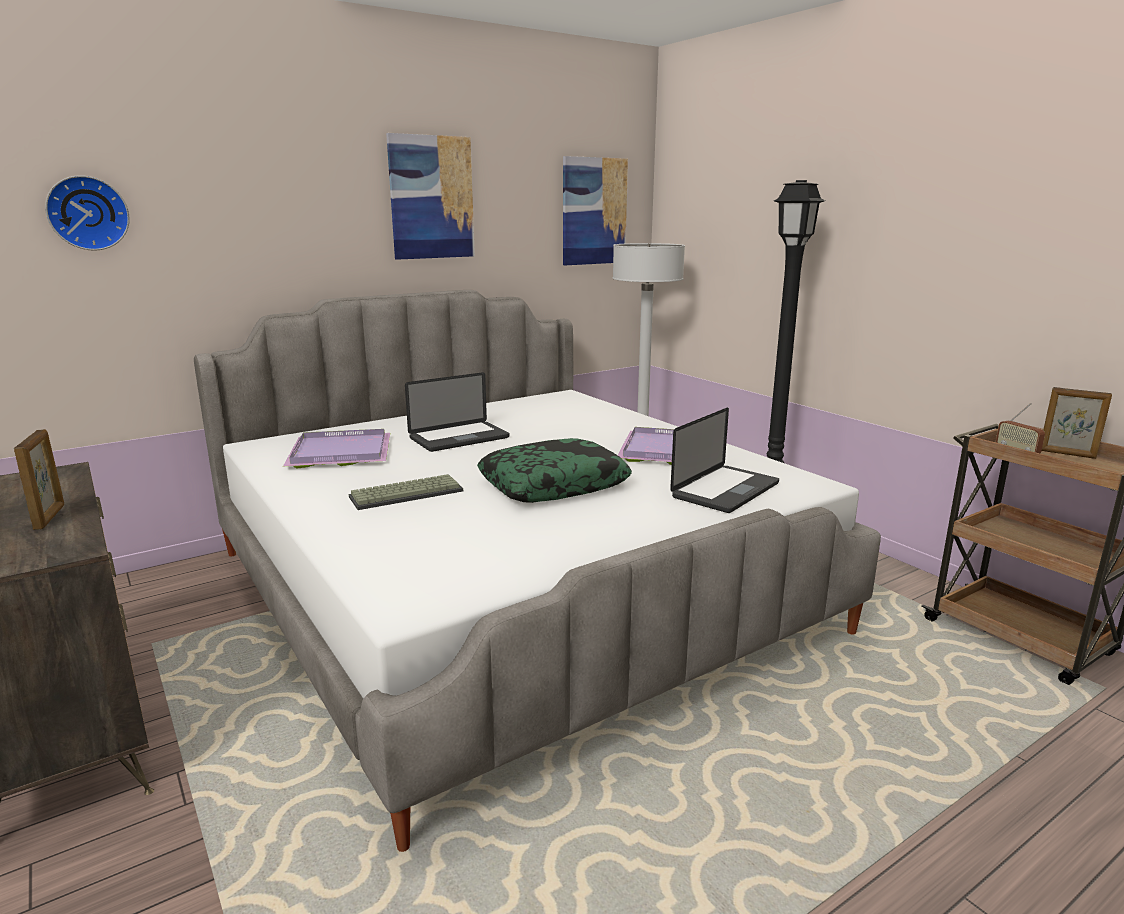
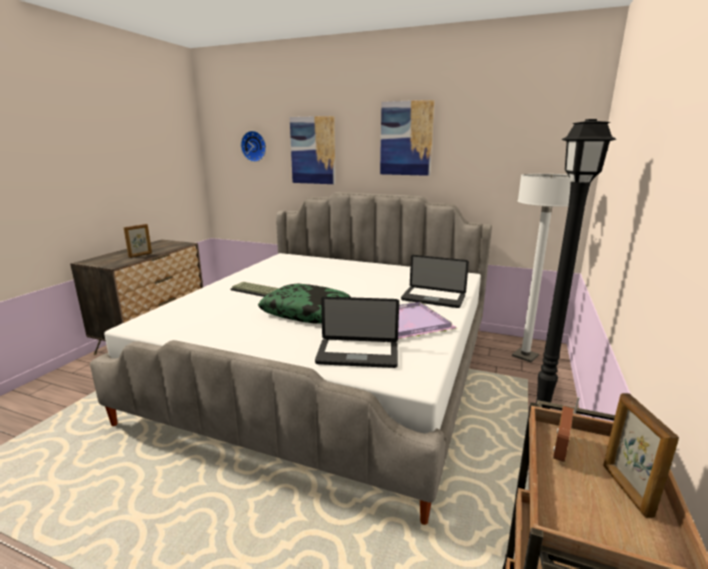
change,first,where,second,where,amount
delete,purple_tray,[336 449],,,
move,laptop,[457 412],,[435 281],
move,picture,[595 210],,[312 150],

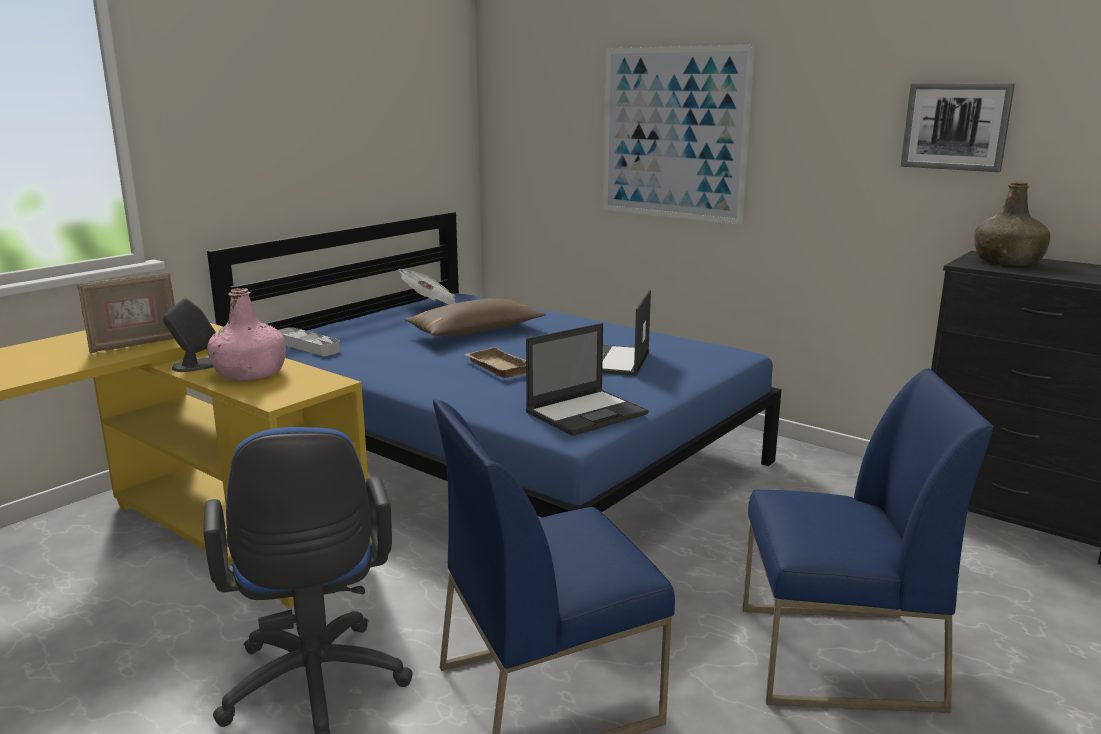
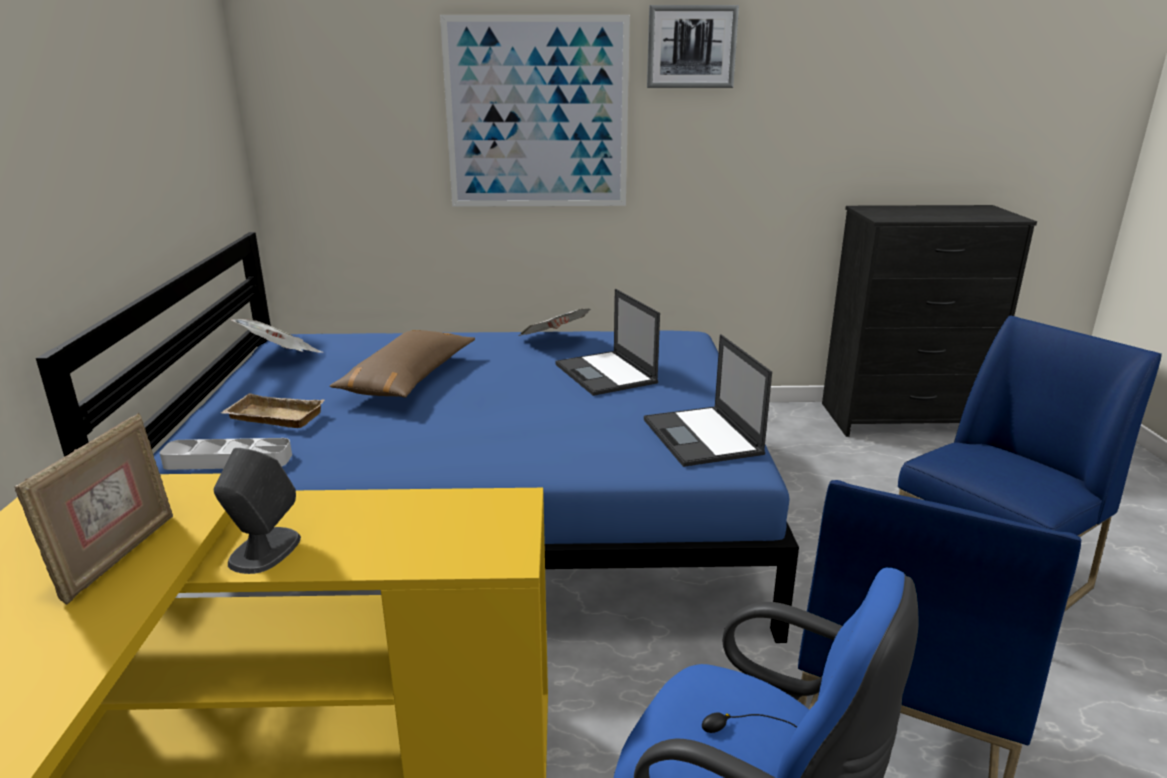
change,first,where,second,where,amount
delete,pink_bottle,[246 334],,,
move,beige_tray,[495 362],,[272 410],
rotate,laptop,[587 379],,[708 400],150 degrees clockwise
move,picture,[958 127],,[693 46],
delete,green_bottle,[1012 224],,,
insert,,,newspaper,[554 322],

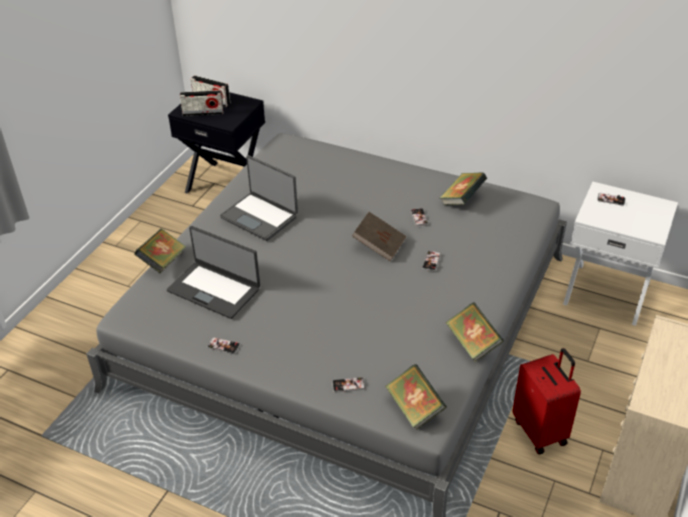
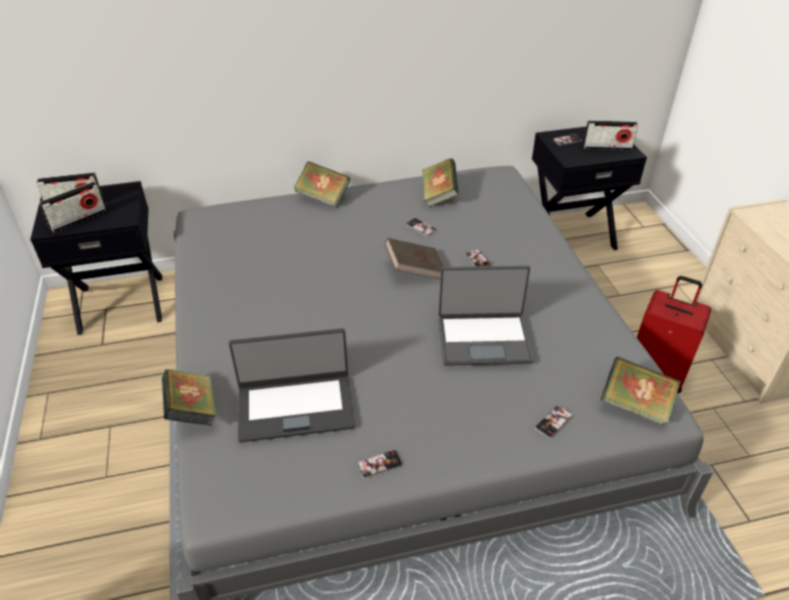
change,first,where,second,where,amount
move,laptop,[259 198],,[486 315],
move,book,[475 332],,[322 184],
recolor,white_nightstand,[620 254],black_nightstand,[589 188],
insert,,,radio,[610 135],

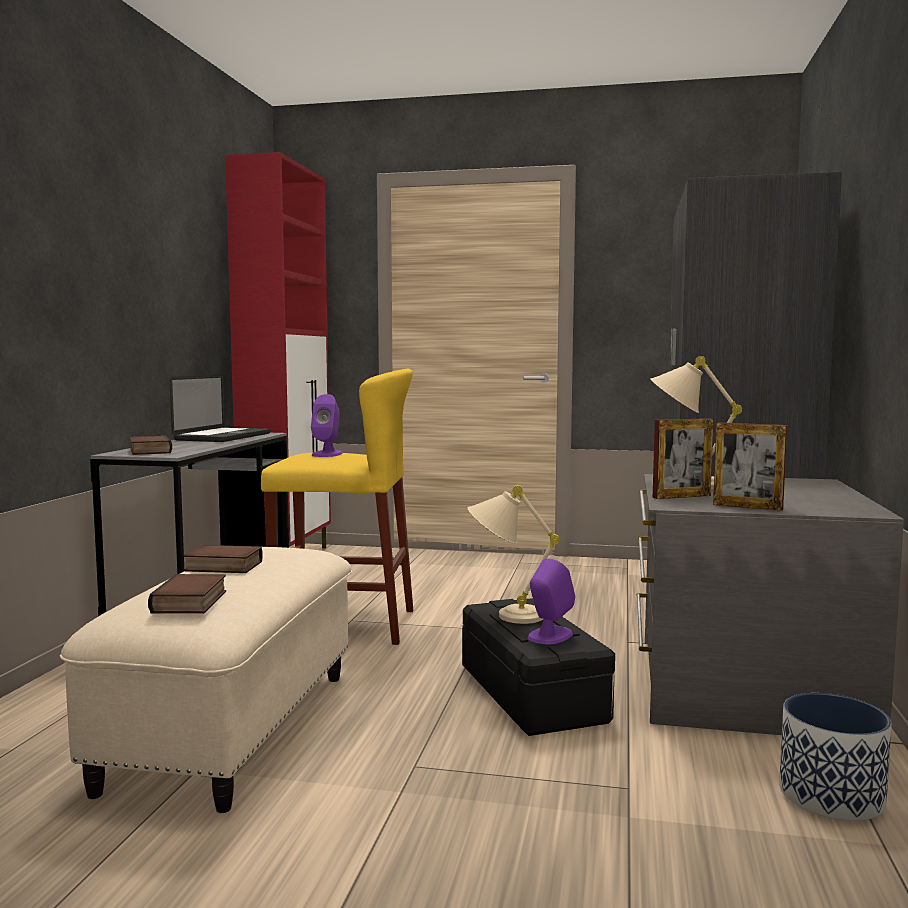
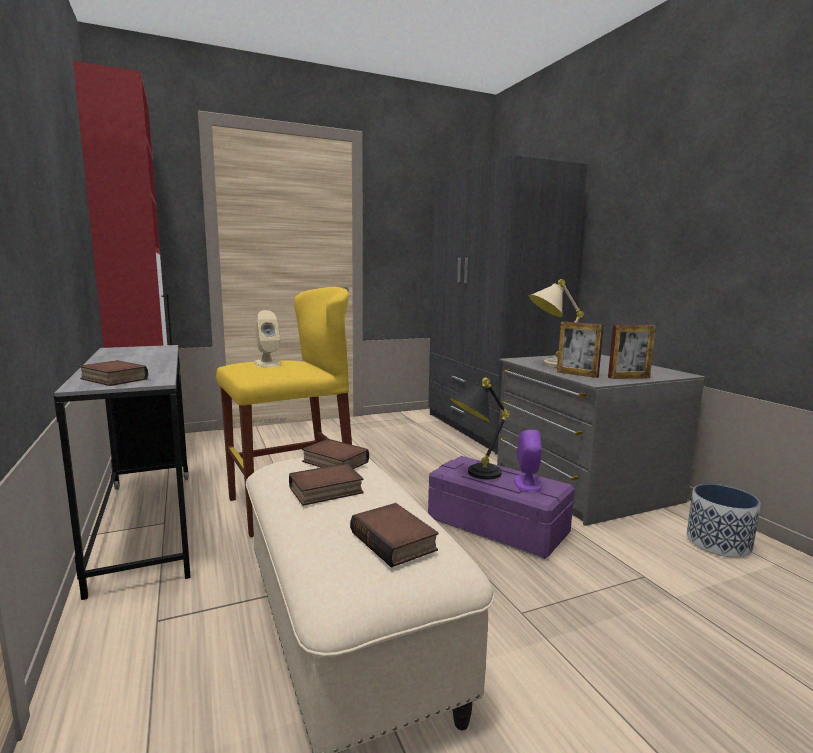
change,first,where,second,where,amount
delete,laptop,[220 408],,,
recolor,purple_speaker,[327 425],beige_speaker,[267 338],
recolor,black_storage_box,[538 667],purple_storage_box,[501 507],
recolor,beige_table_lamp,[514 554],black_table_lamp,[480 428],
rotate,picture_frame,[683 458],,[580 350],90 degrees clockwise
insert,,,book,[335 454],

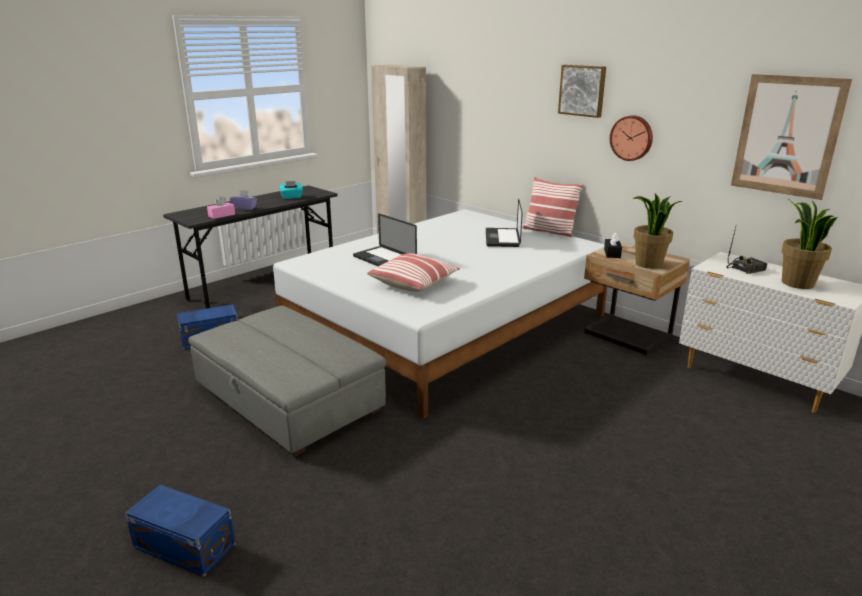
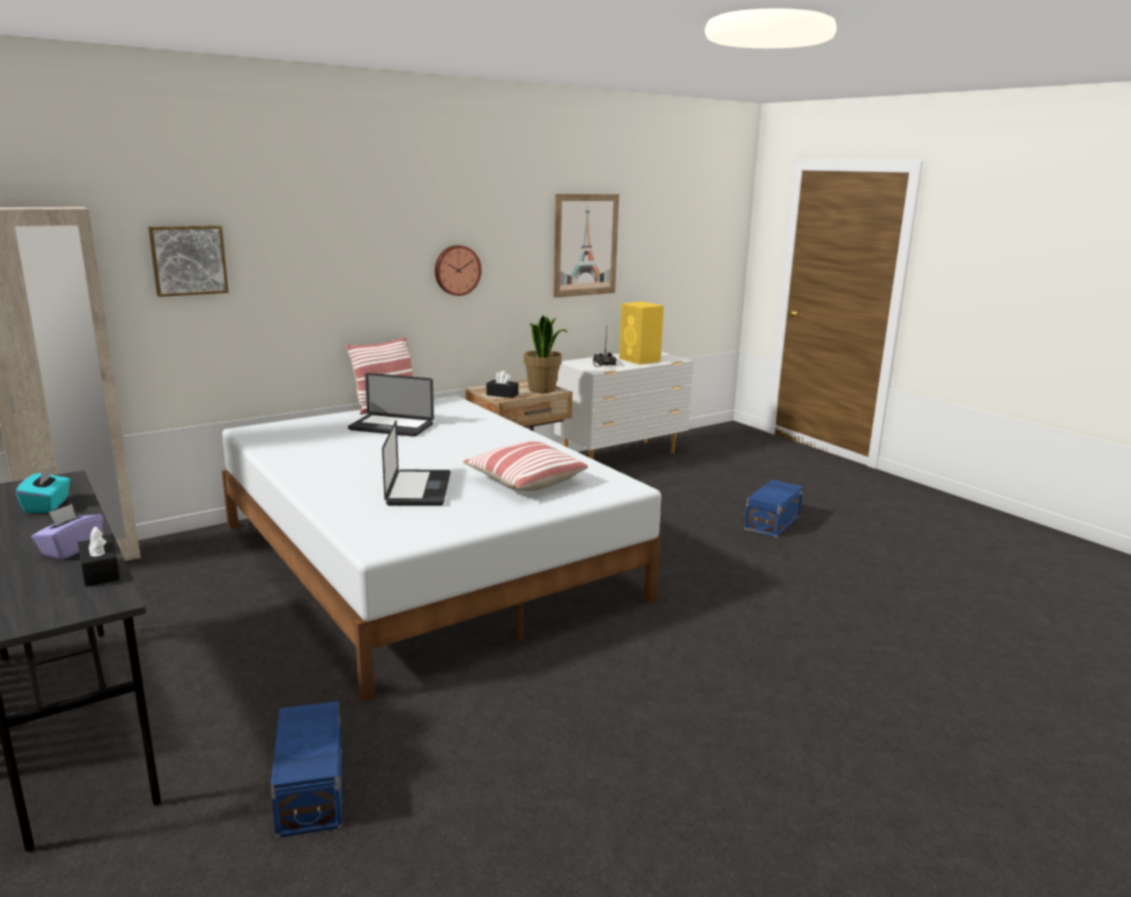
change,first,where,second,where,amount
move,blue_storage_box,[180 531],,[773 509],
delete,grey_ottoman,[287 381],,,
recolor,pink_tissue_box,[221 207],black_tissue_box,[99 556],
rotate,laptop,[385 240],,[416 463],60 degrees counterclockwise
move,picture,[582 91],,[188 261],
replace,potted_plant,[809 244],yellow_speaker,[641 333],

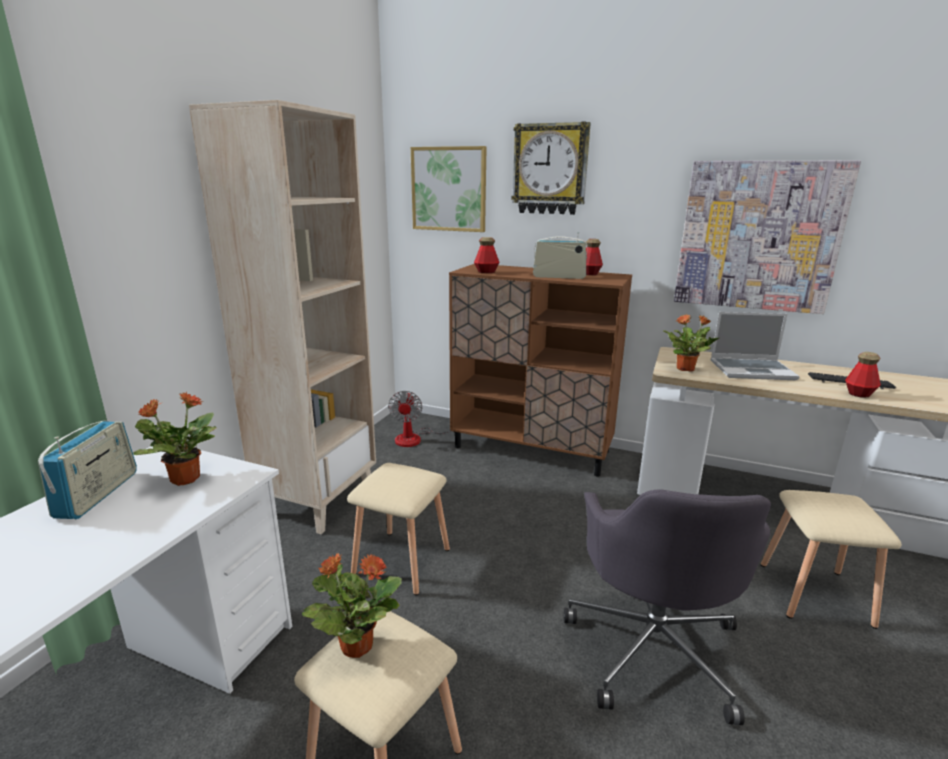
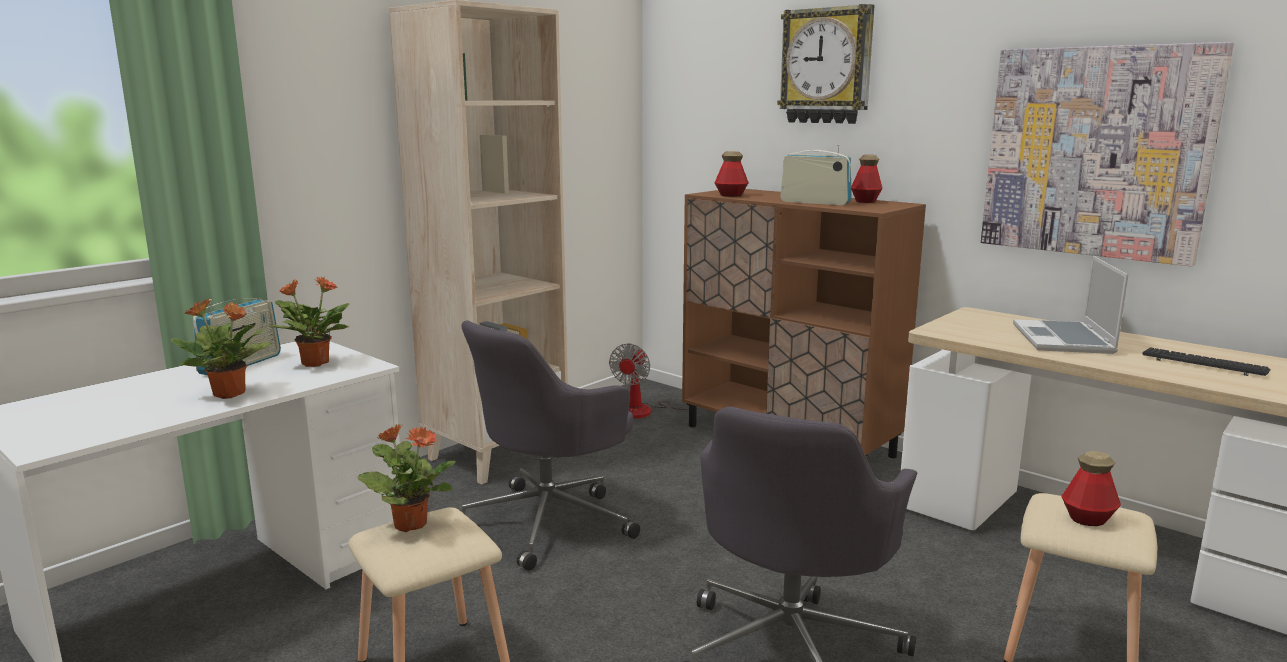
change,first,where,second,where,amount
replace,beige_stool,[398 529],grey_office_chair,[550 445],
delete,picture,[449 189],,,
move,potted_plant,[691 343],,[220 349],
rotate,laptop,[755 346],,[1071 305],75 degrees clockwise
move,bottle,[863 375],,[1091 488],

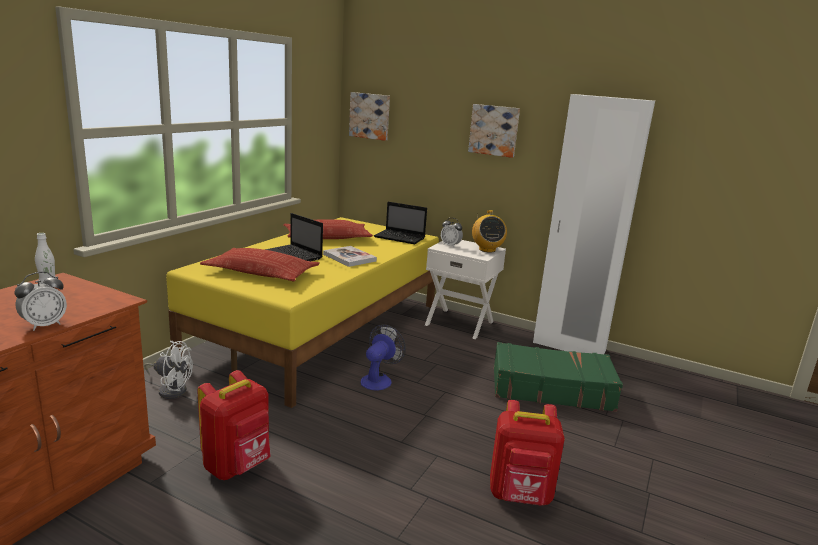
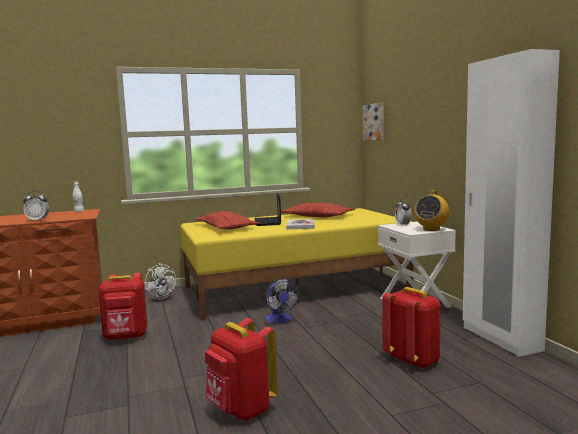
change,first,where,second,where,amount
rotate,fan,[383 358],,[282 300],90 degrees clockwise
delete,laptop,[400 223],,,
delete,picture,[494 131],,,
replace,green_suitcase,[558 377],red_backpack,[411 328],

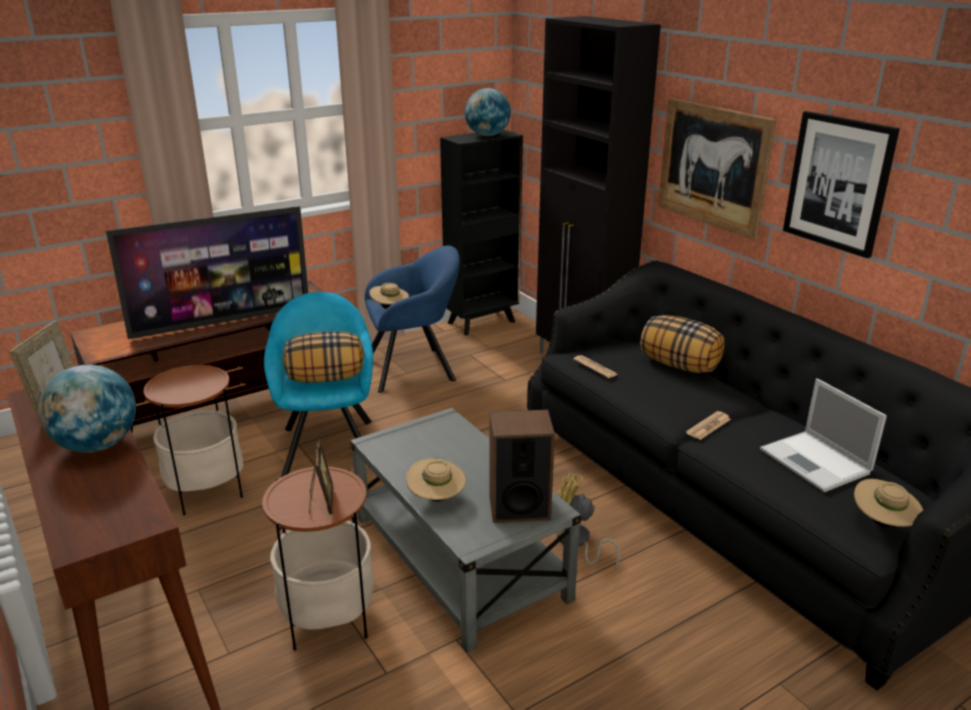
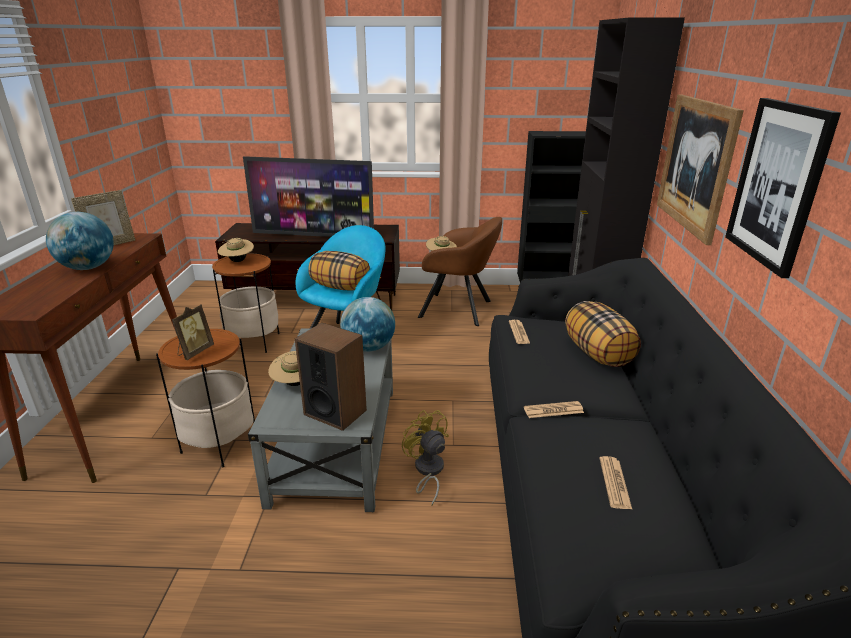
change,first,where,second,where,amount
recolor,blue_armchair,[412 319],brown_armchair,[460 271],
move,globe,[488 112],,[367 324],
replace,laptop,[823 435],newspaper,[616 483],
move,beige_hat,[888 503],,[236 250],

